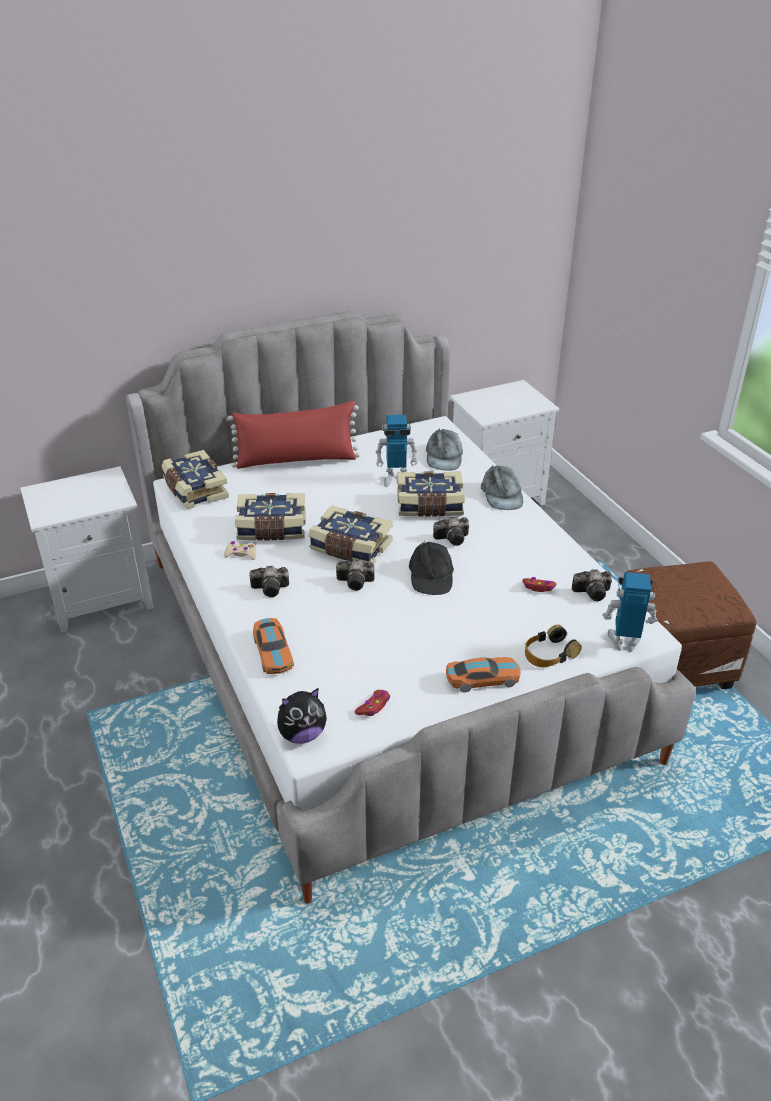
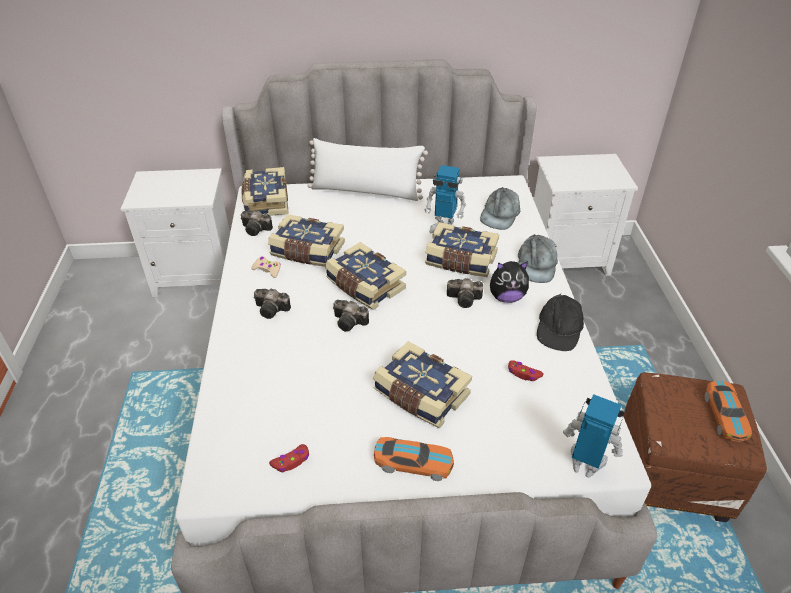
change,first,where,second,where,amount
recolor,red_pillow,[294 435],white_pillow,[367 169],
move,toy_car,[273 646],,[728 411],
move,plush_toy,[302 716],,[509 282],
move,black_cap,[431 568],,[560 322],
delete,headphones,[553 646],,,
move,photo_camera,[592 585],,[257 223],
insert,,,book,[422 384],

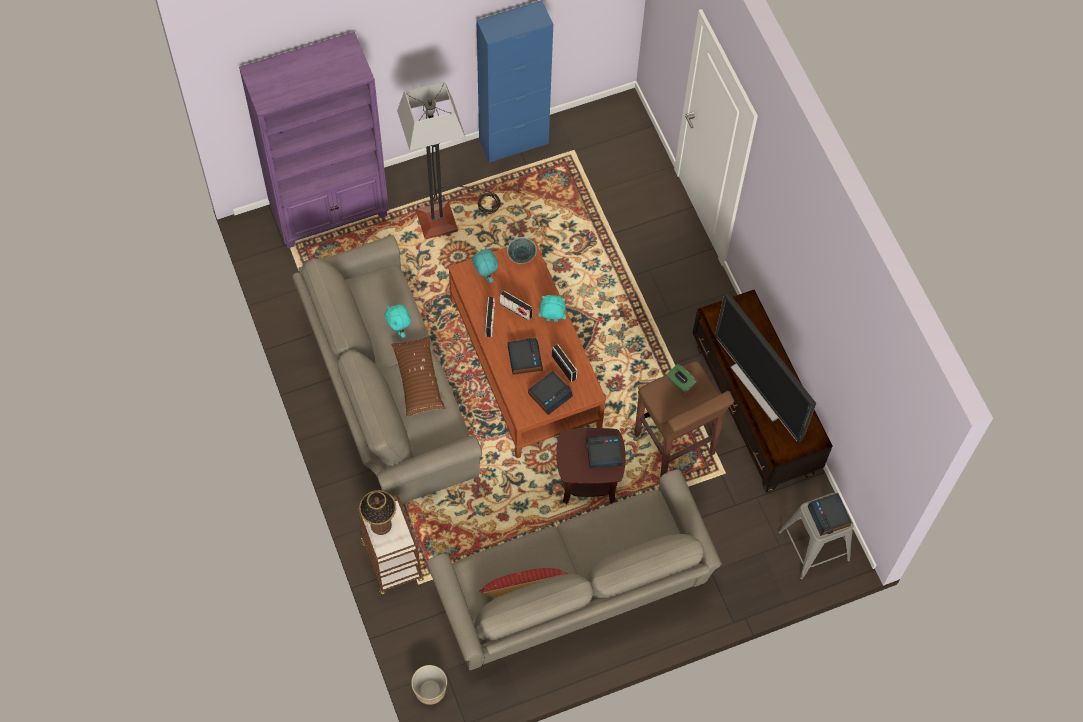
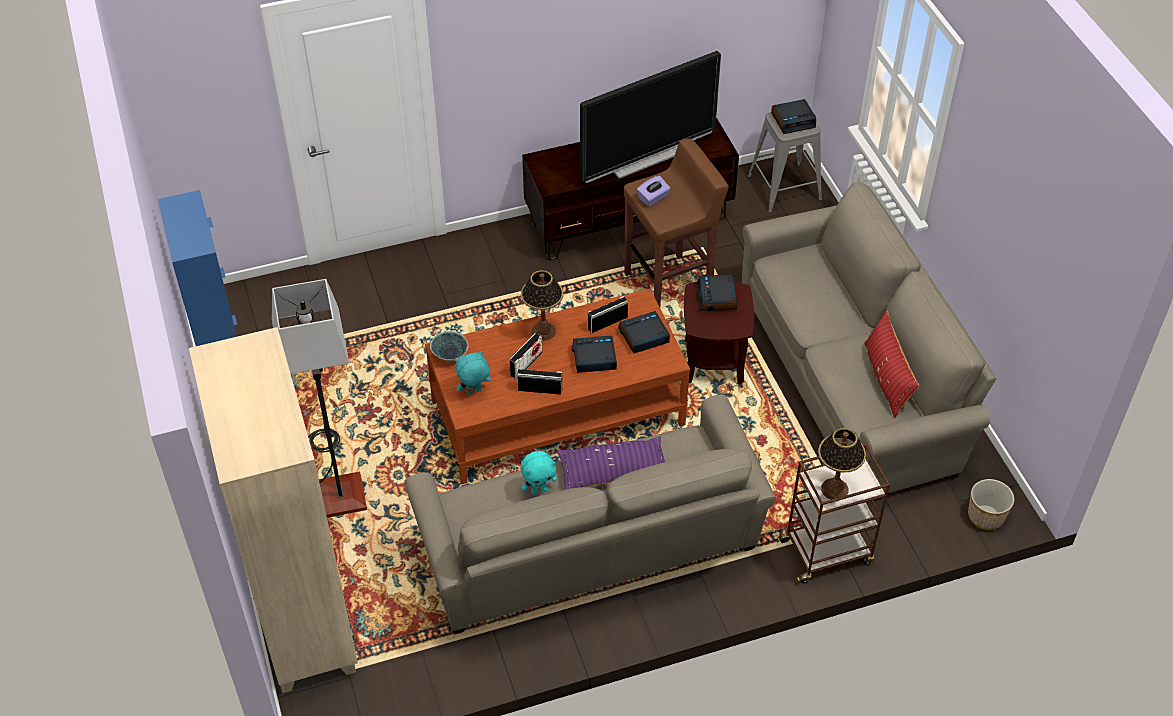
change,first,where,second,where,amount
recolor,purple_bookcase,[314 140],beige_bookcase,[273 510],
recolor,brown_pillow,[418 376],purple_pillow,[611 463],
rotate,alarm_clock,[550 393],,[644 332],75 degrees counterclockwise
replace,turquoise_plush_toy,[552 308],table_lamp,[542 305],
recolor,green_tissue_box,[681 378],purple_tissue_box,[654 191],

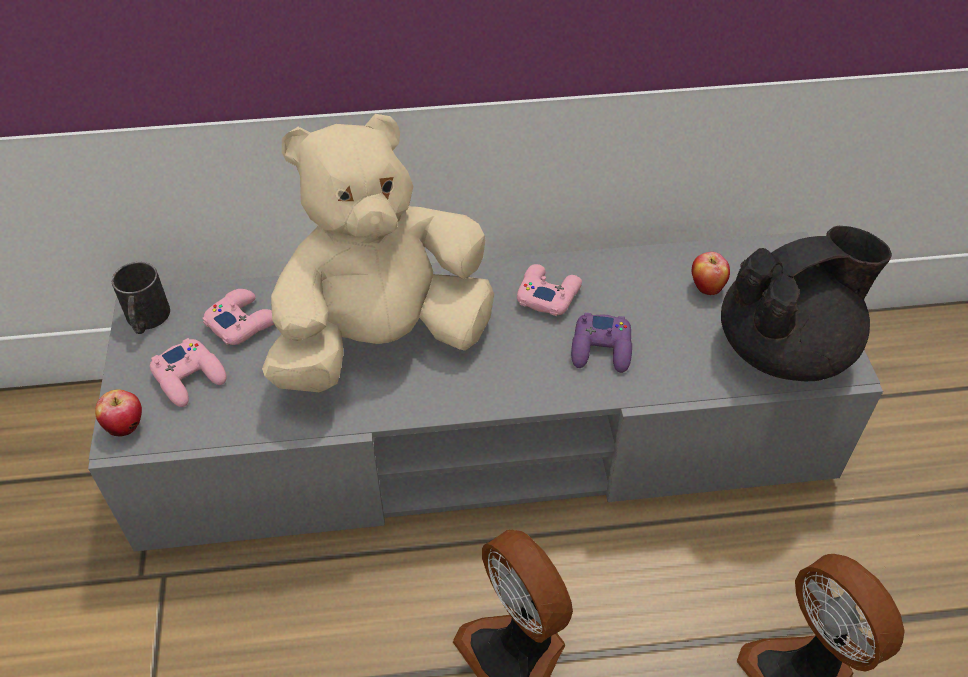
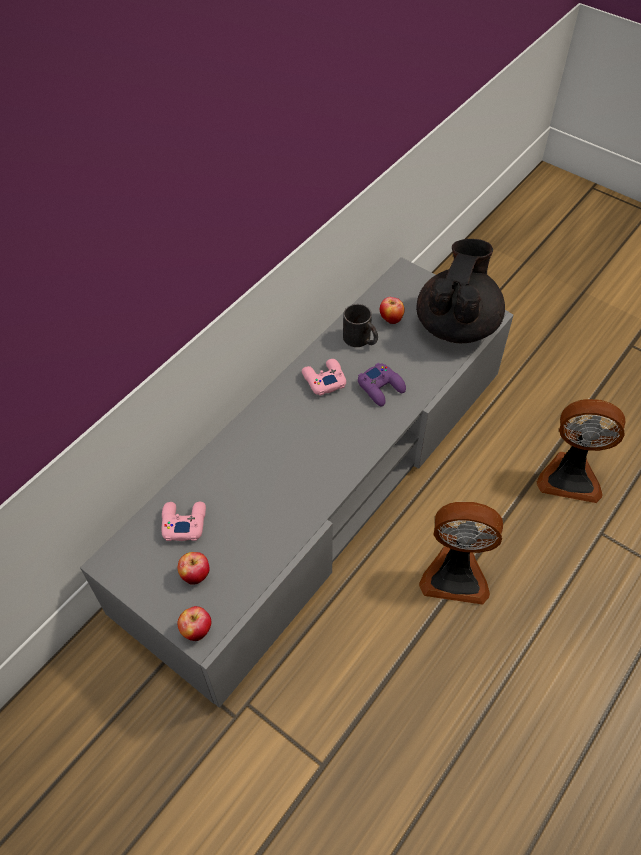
change,first,where,second,where,amount
move,black_mug,[141 298],,[360 325],
replace,pink_game_controller,[188 372],apple,[194 568],
delete,beige_plush_toy,[378 253],,,

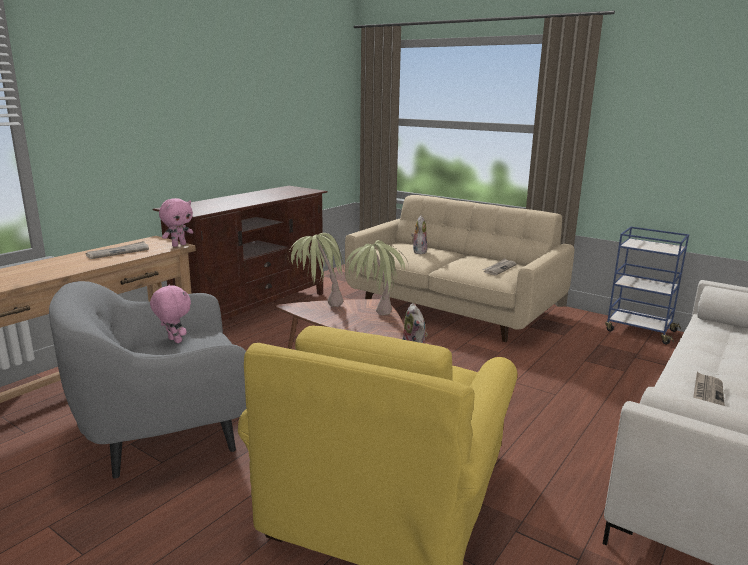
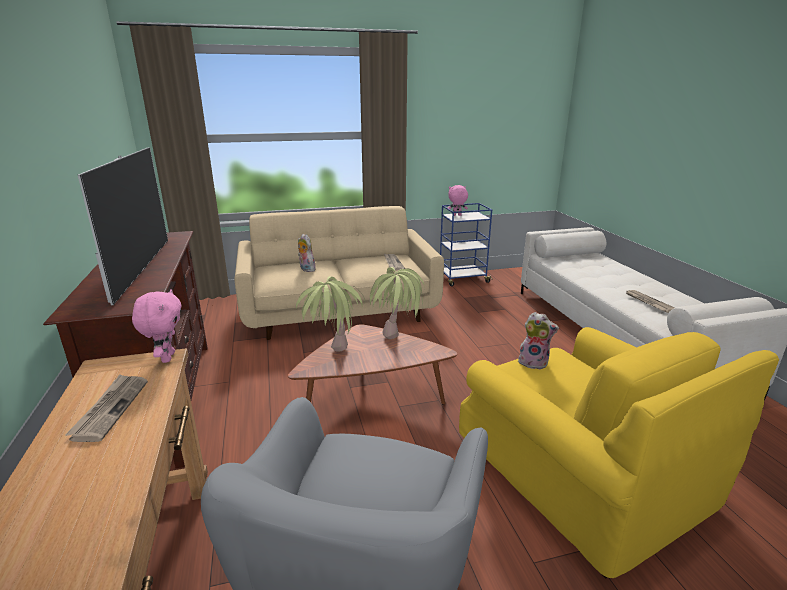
change,first,where,second,where,amount
move,pink_plush_toy,[170 313],,[458 200],
insert,,,television,[123 226],

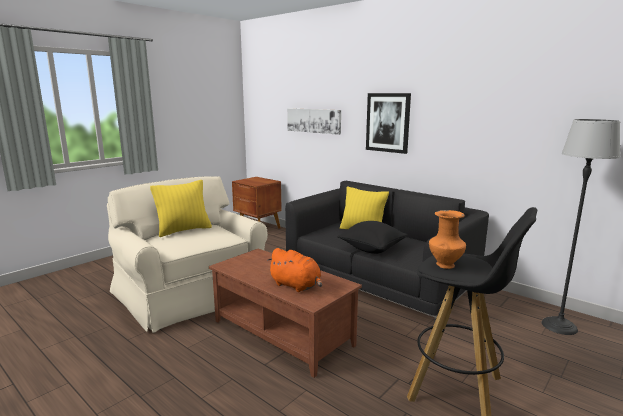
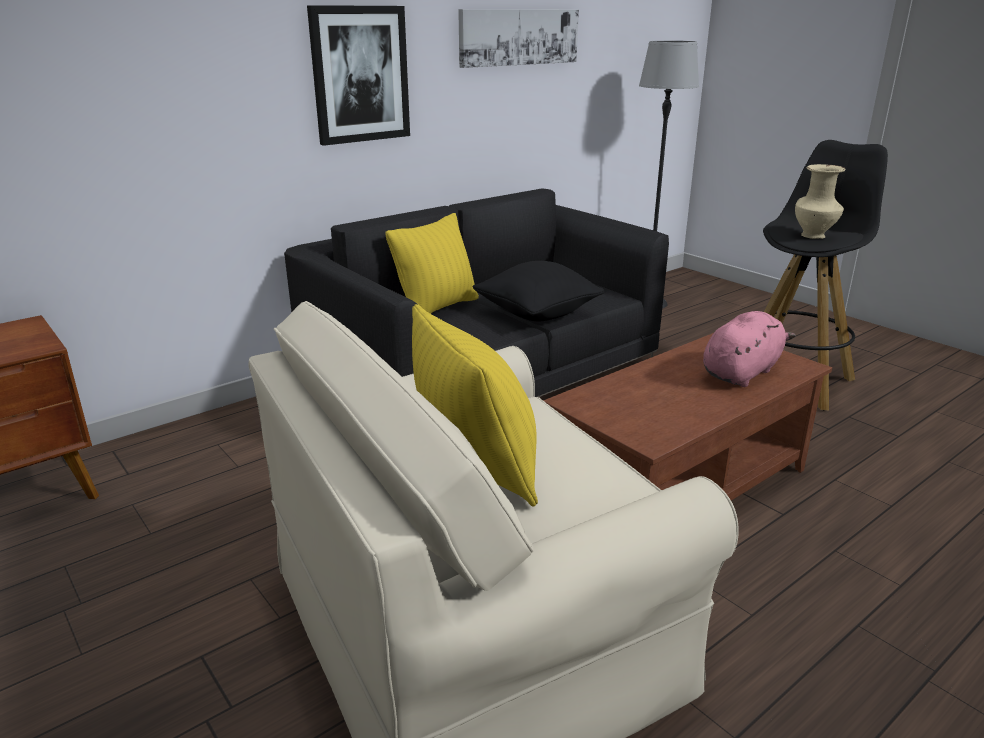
change,first,where,second,where,amount
recolor,orange_plush_toy,[294 270],pink_plush_toy,[749 349],
move,picture,[314 121],,[518 38],
recolor,orange_vase,[447 239],beige_vase,[820 201],

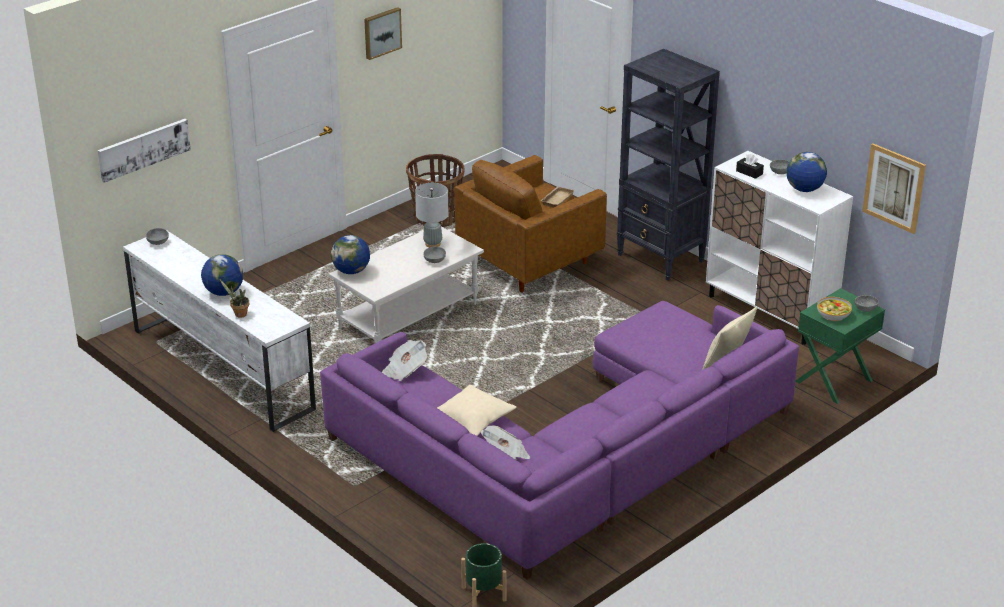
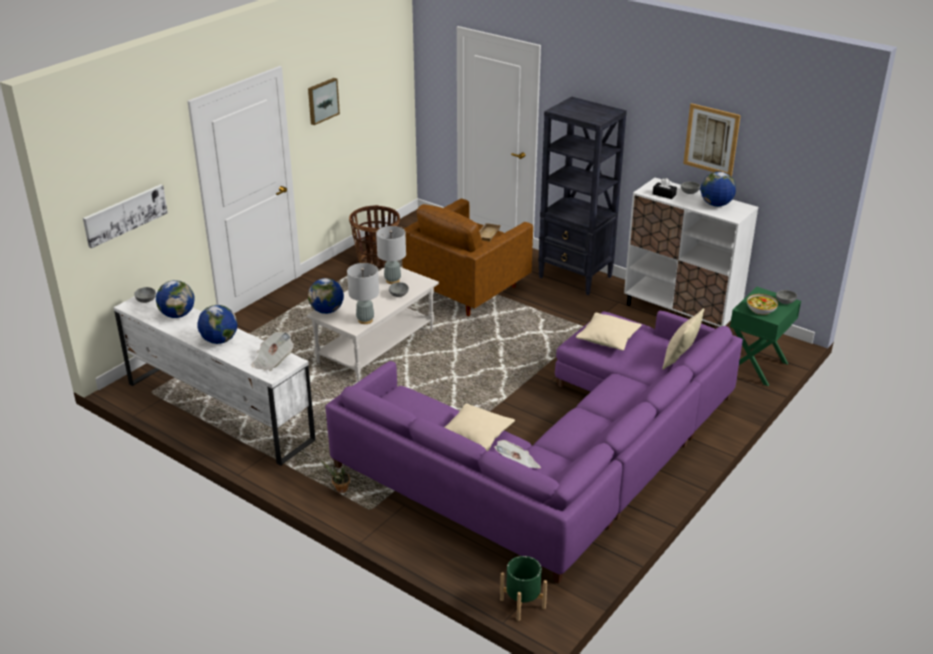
change,first,where,second,where,amount
move,potted_plant,[234 299],,[335 476],
move,newspaper,[404 360],,[273 351],
move,picture,[894 188],,[712 140],
insert,,,globe,[175 299],
insert,,,grey_table_lamp,[363 293],
insert,,,beige_pillow,[609 332],

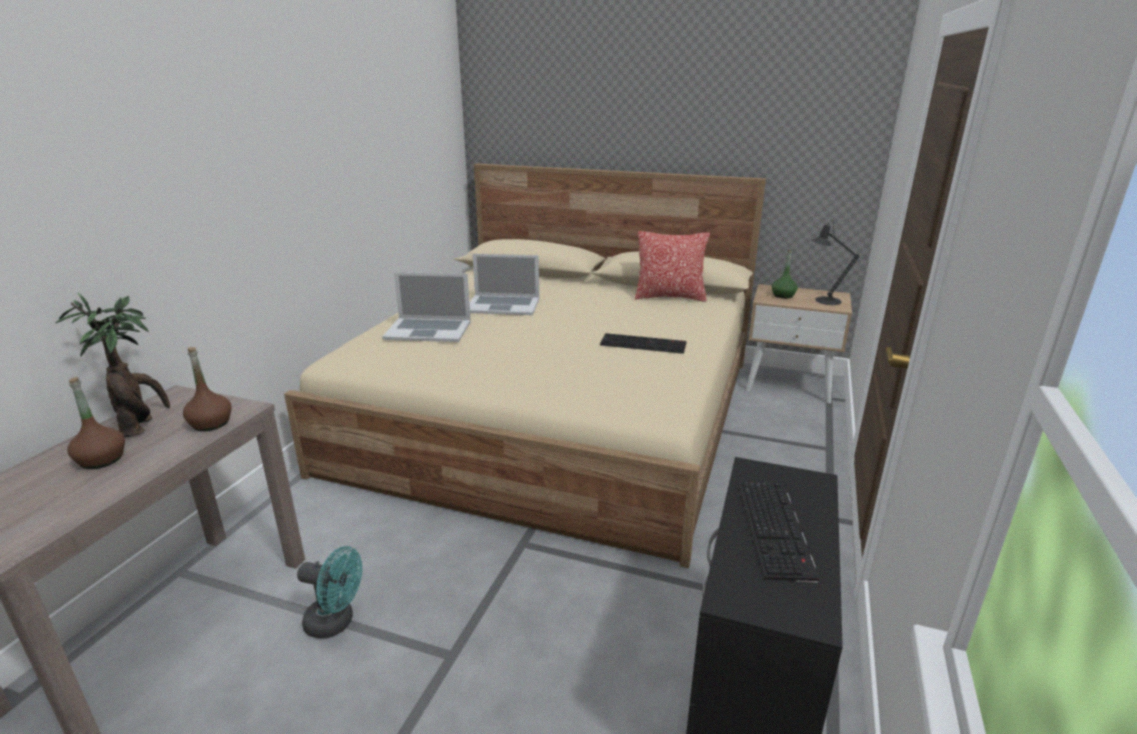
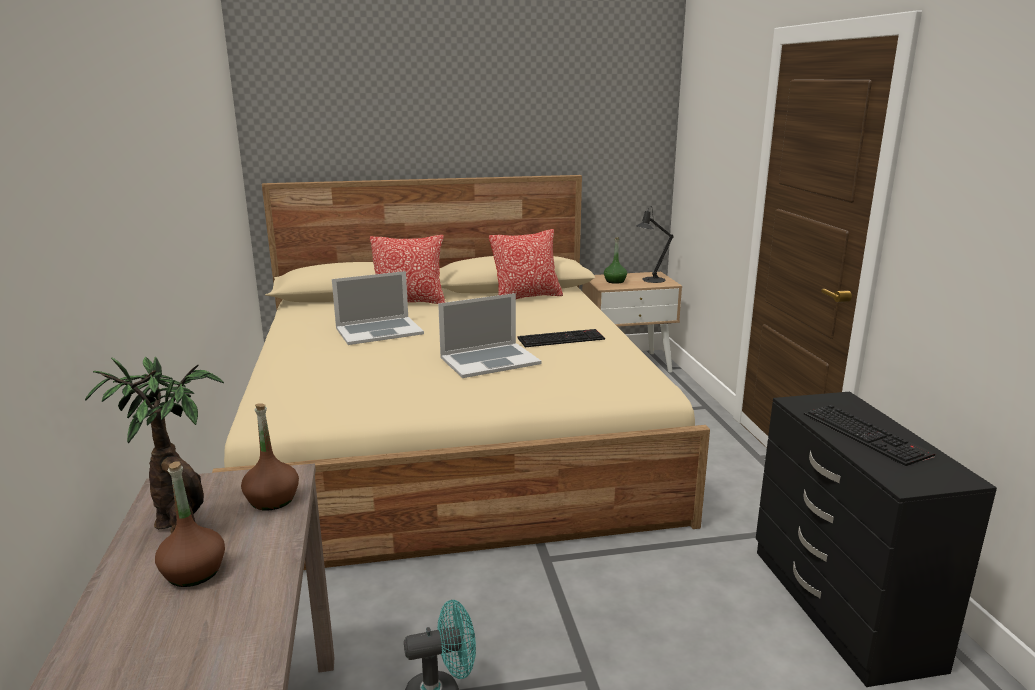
change,first,where,second,where,amount
move,laptop,[426 307],,[489 335],
insert,,,pillow,[407 269],

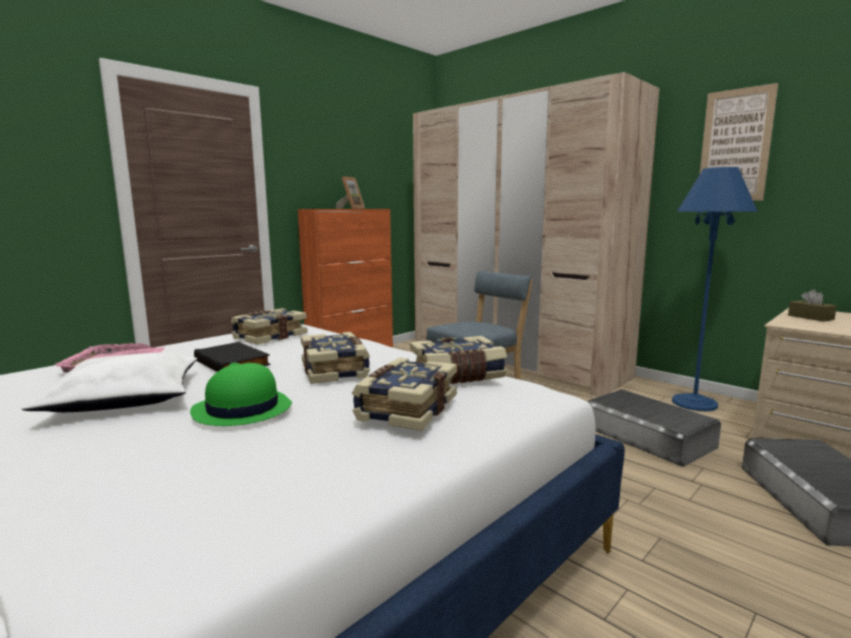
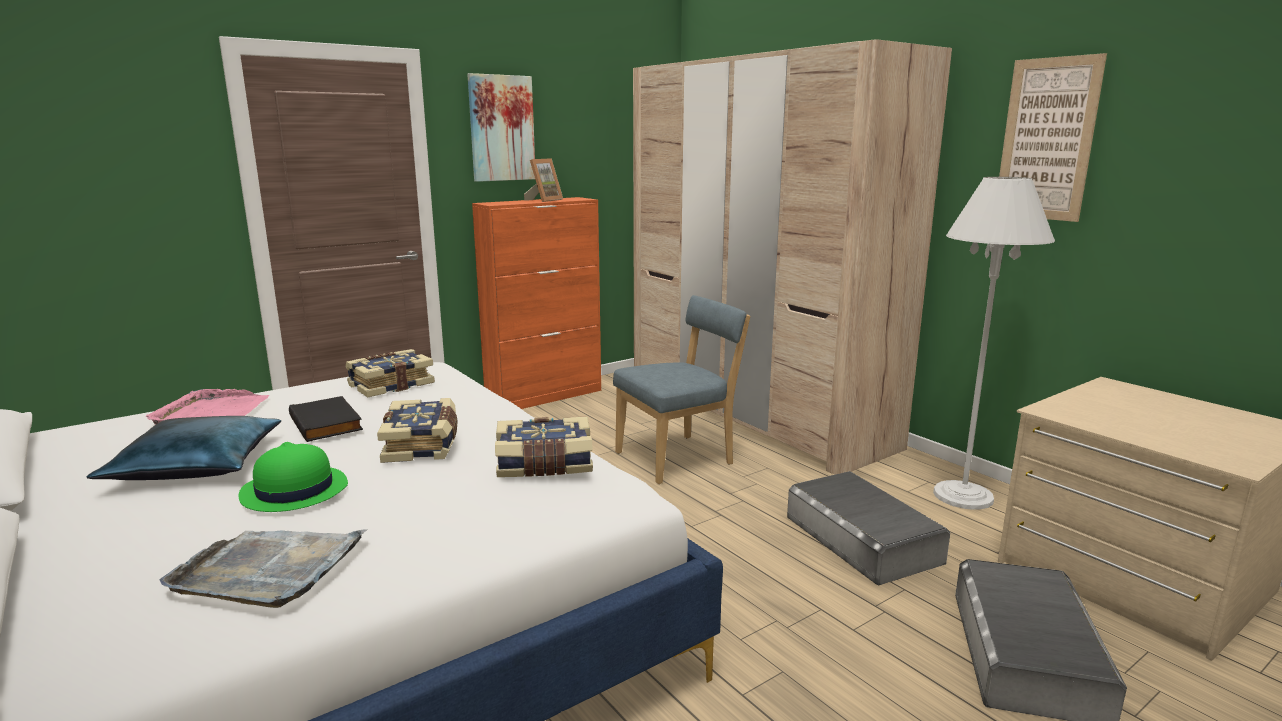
change,first,where,second,where,amount
recolor,white_pillow,[109 382],blue_pillow,[183 448],
delete,book,[404 394],,,
recolor,blue_floor_lamp,[714 289],white_floor_lamp,[994 343],
delete,brown_tissue_box,[812 305],,,
insert,,,grey_tray,[264 568],
insert,,,picture,[501 127],

